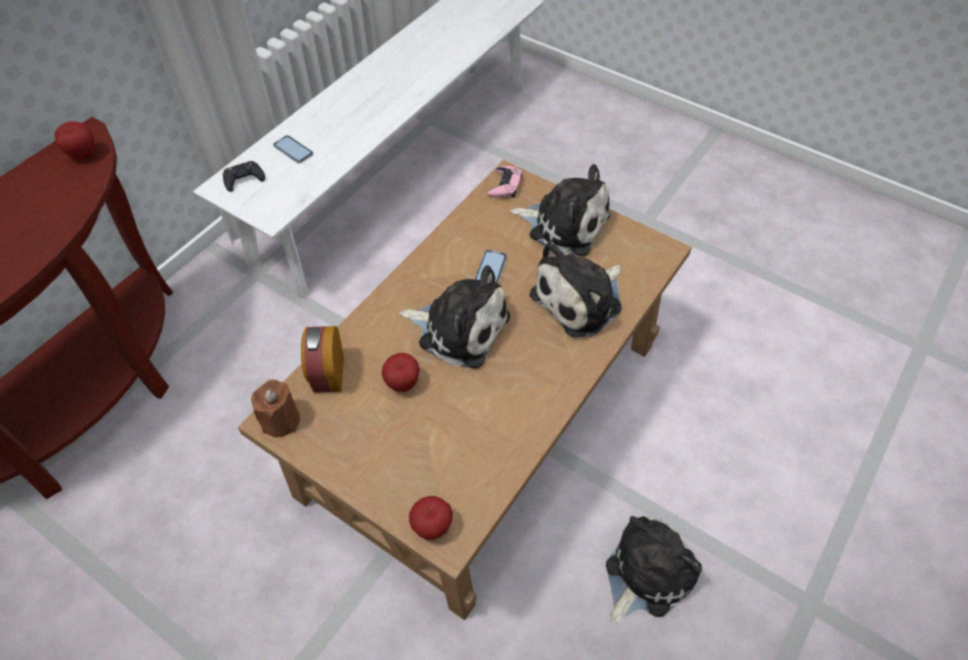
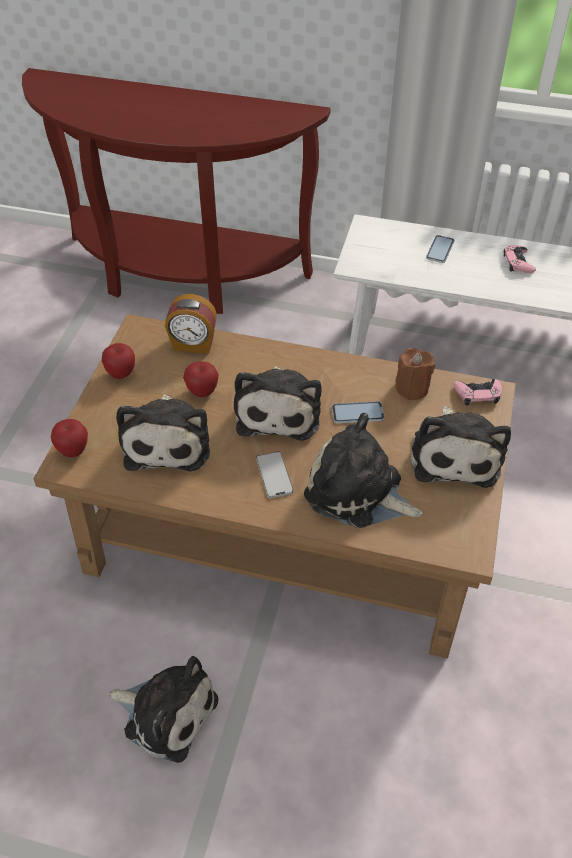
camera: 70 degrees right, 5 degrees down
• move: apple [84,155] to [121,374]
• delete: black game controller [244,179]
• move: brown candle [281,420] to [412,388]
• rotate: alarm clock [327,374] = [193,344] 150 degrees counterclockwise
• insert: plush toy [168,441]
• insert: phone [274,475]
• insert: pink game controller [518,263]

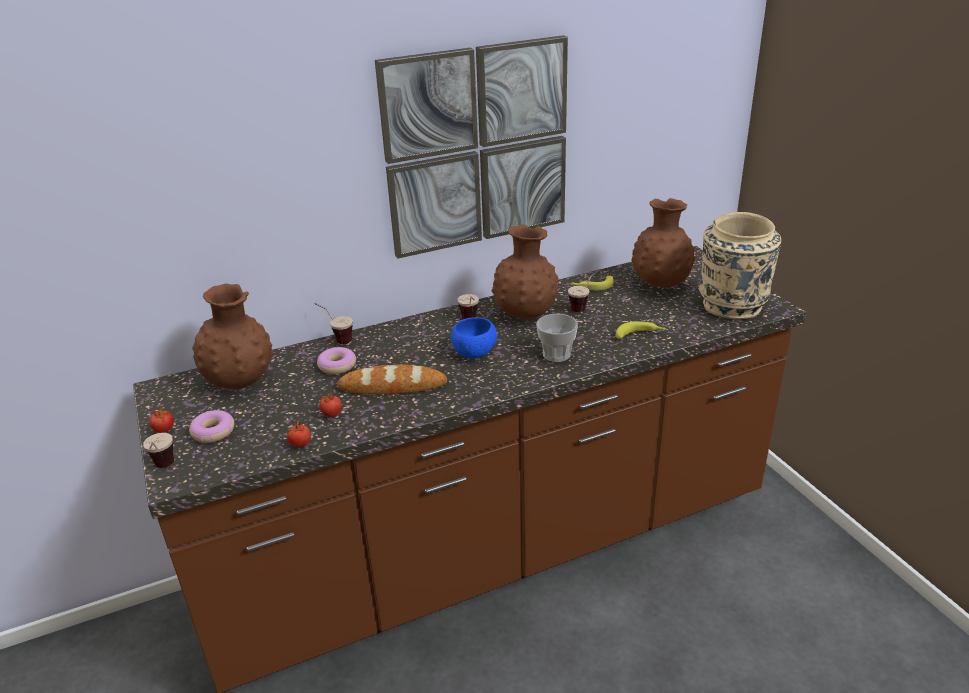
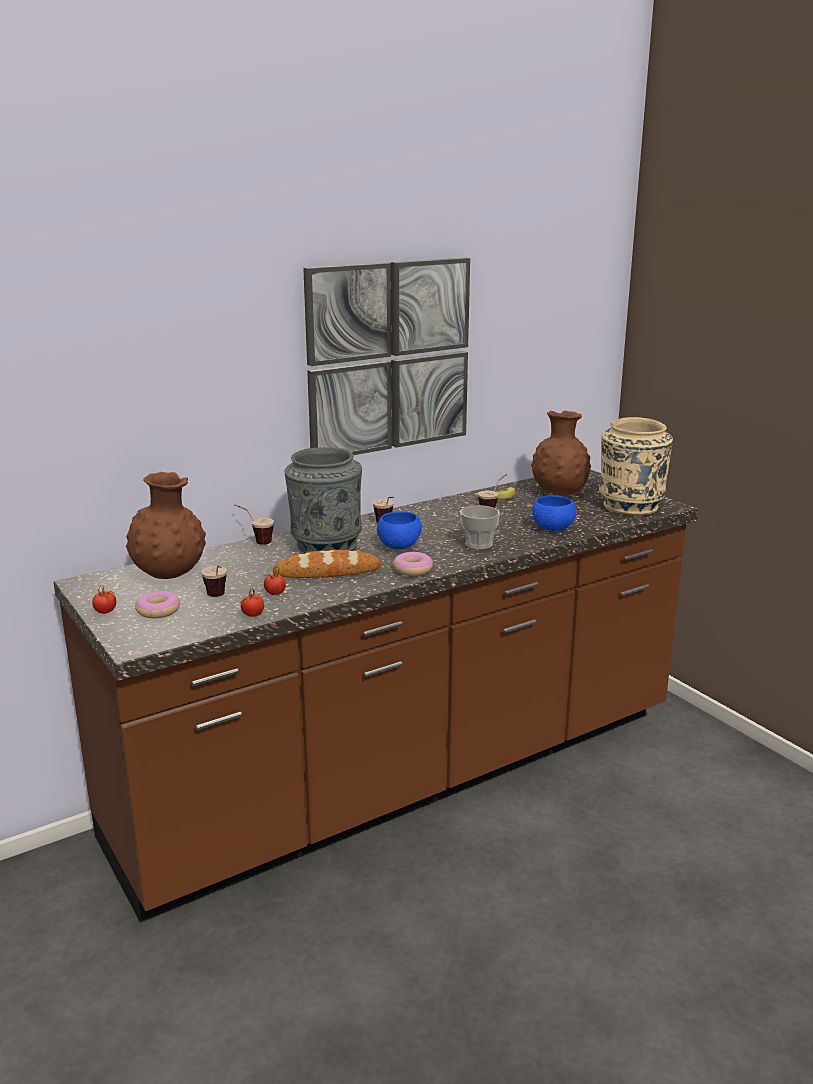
camera: 10 degrees left, 10 degrees down
• move: cup [163,469] to [218,598]
• move: donut [337,366] to [413,569]
• delete: brown vase [525,314]
• replace: banana [640,335] to blue bowl [553,528]
• insert: grey vase [325,546]

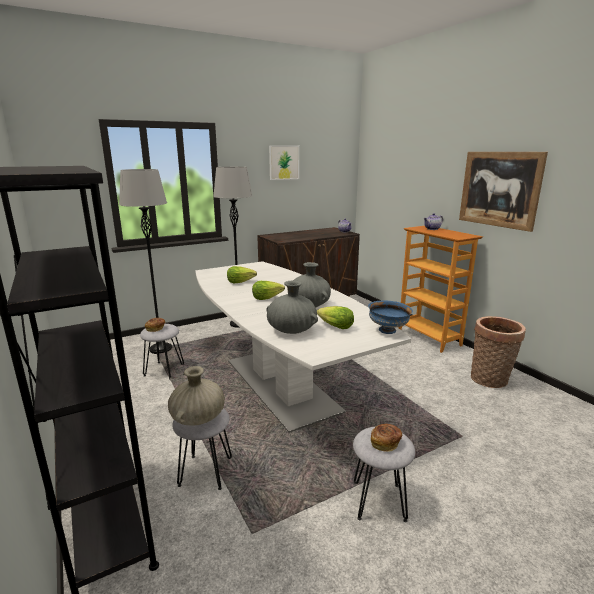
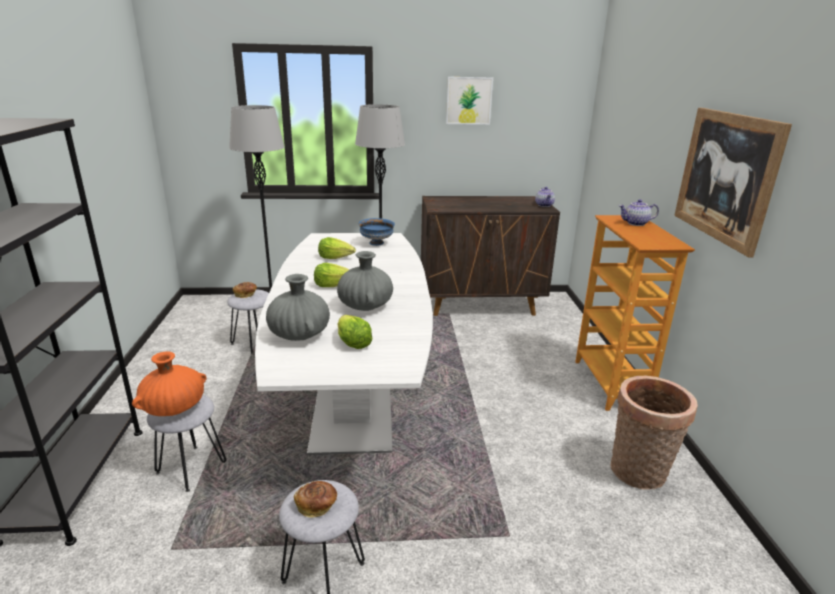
camera: 25 degrees right, 5 degrees up
• recolor: beige vase [198,418] to orange vase [174,408]
• move: blue bowl [388,330] to [377,243]

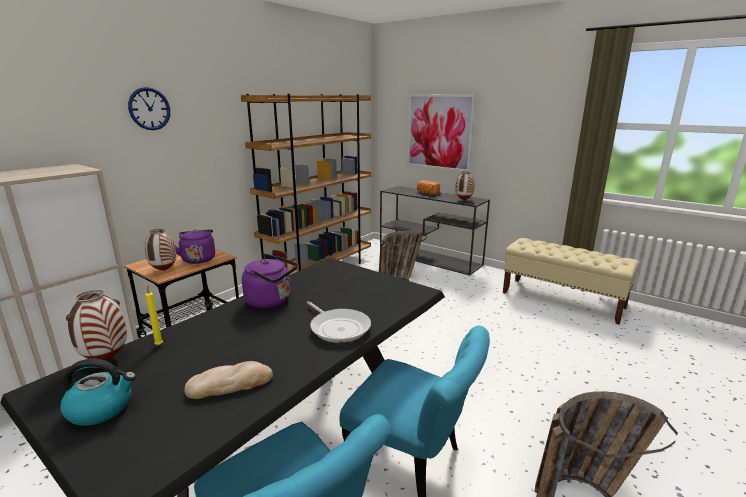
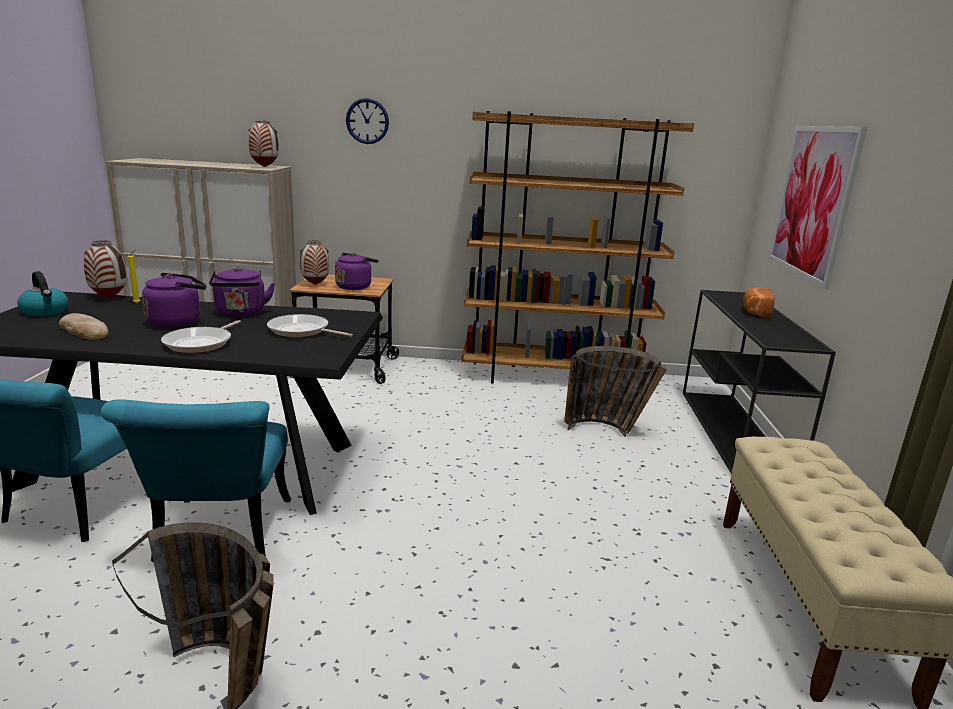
camera: 55 degrees right, 0 degrees up
• move: vase [464,200] to [264,167]
• insert: purple kettle [177,322]
• insert: frying pan [301,331]

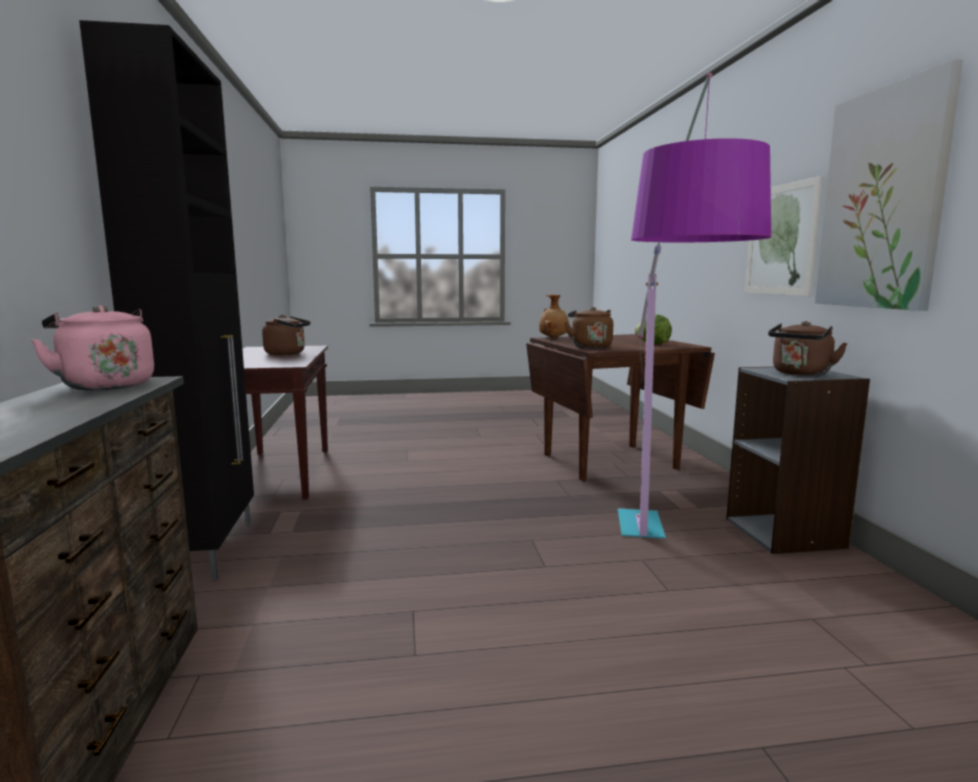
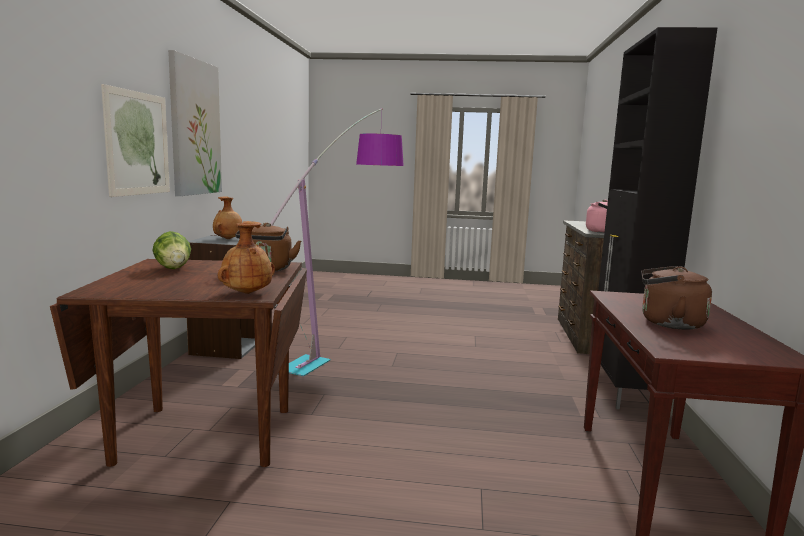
camera: 165 degrees left, 0 degrees up
• replace: brown kettle [800,373] to brown vase [228,239]

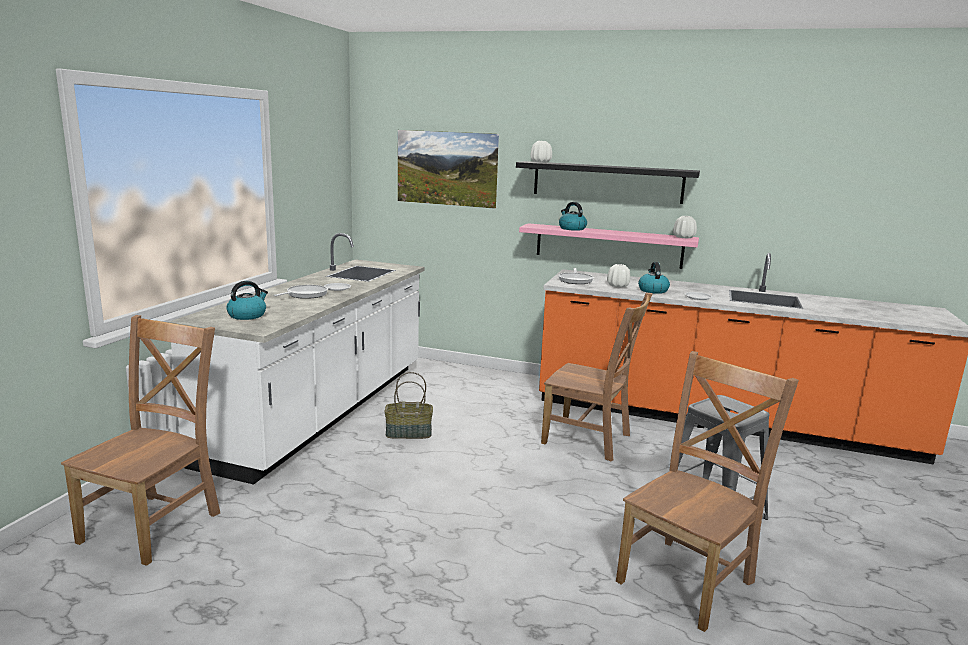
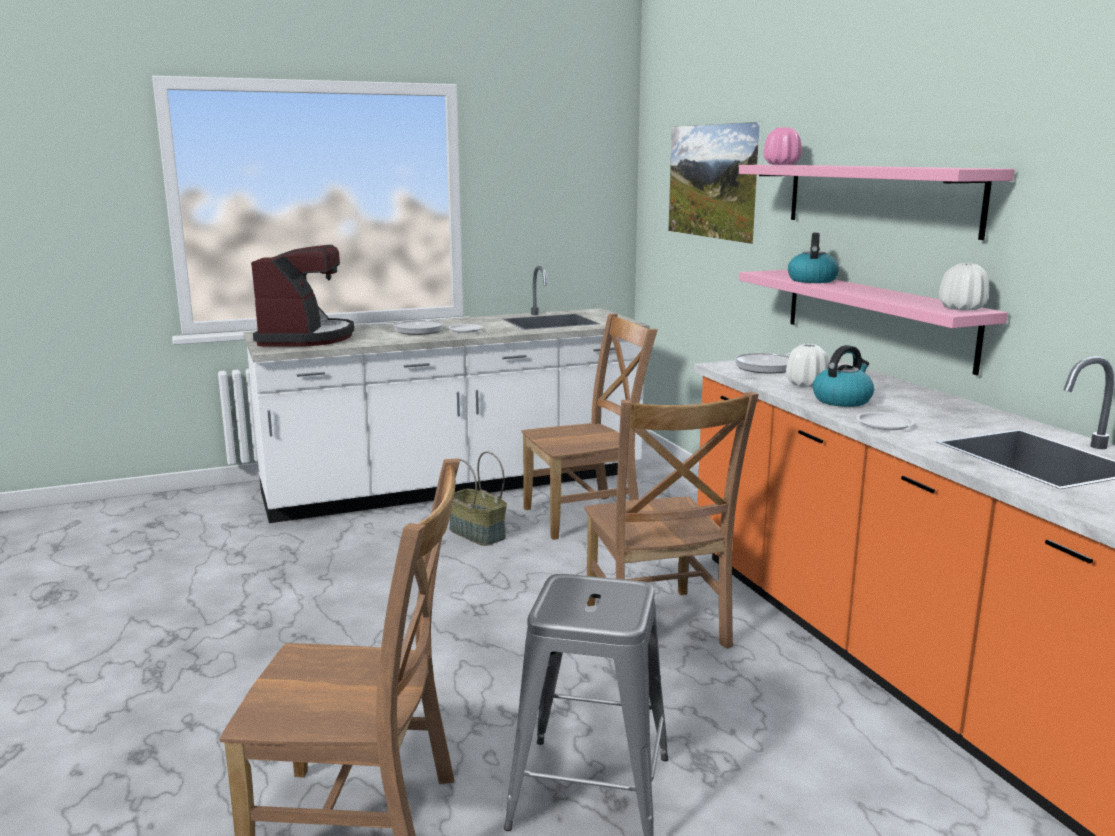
camera: 50 degrees right, 0 degrees up
• move: brown chair [155,524] to [586,516]
• replace: kettle [247,315] to coffee machine [306,338]
• recolor: black shelf [607,182] to pink shelf [878,197]
• recolor: white vase [540,162] to pink vase [781,164]

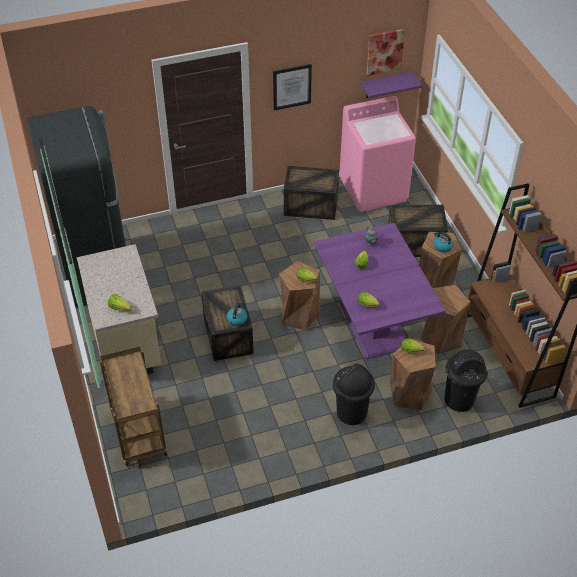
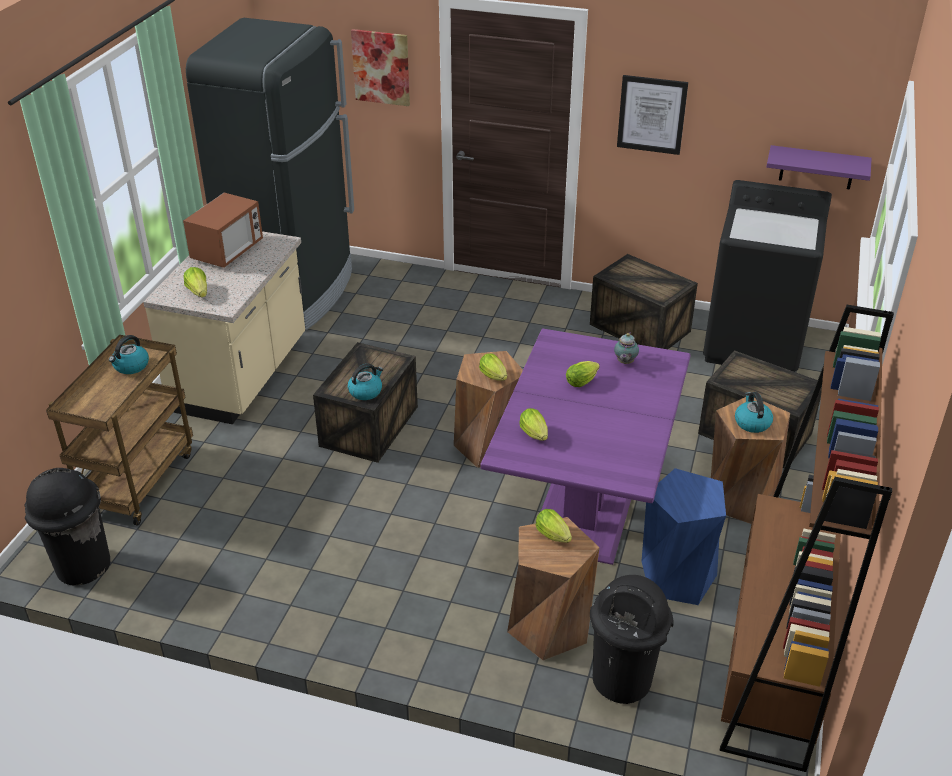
camera: 35 degrees right, 10 degrees down
• move: black trash can [351,413] to [82,566]
• recolor: pink washing machine [374,189] to black washing machine [754,344]
• move: picture [384,51] to [381,67]
• recolor: brown stool [441,338] to blue stool [677,576]
• insert: kettle [131,366]
• insert: microwave [227,252]

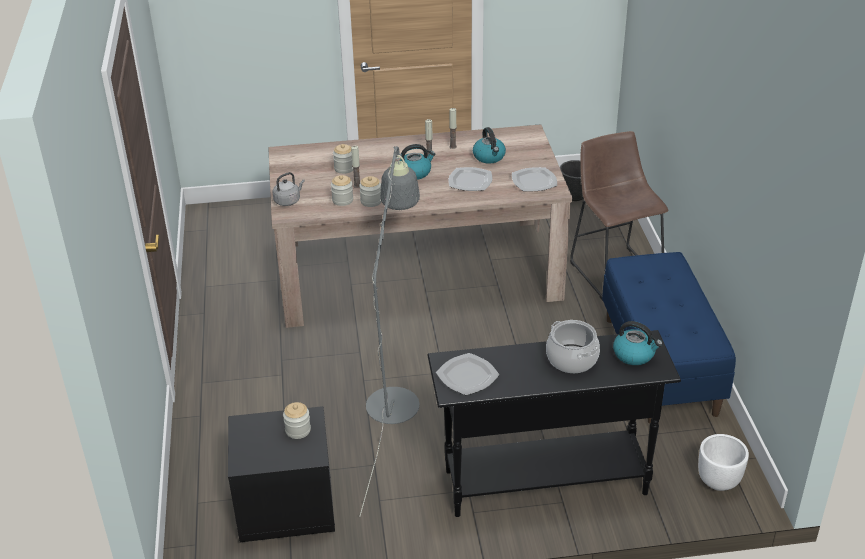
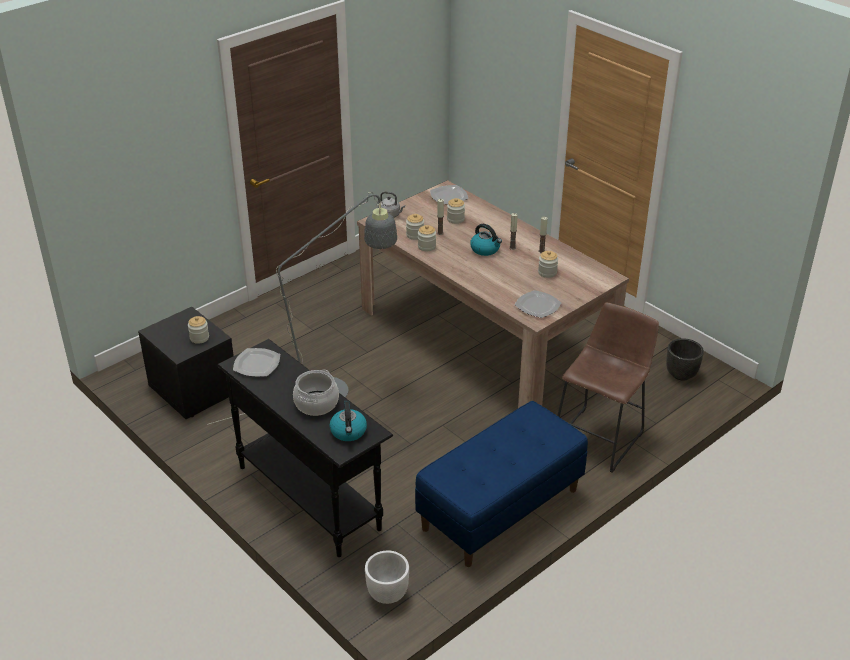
camera: 55 degrees right, 0 degrees up
• move: plate [470,181] to [449,196]
• replace: kettle [489,157] to jar [547,272]

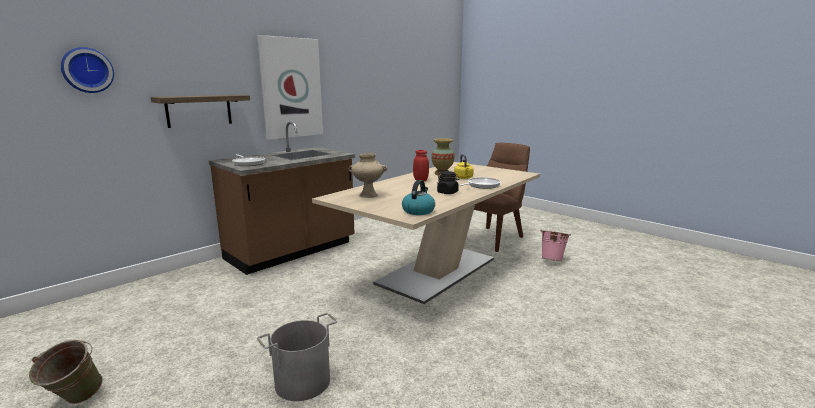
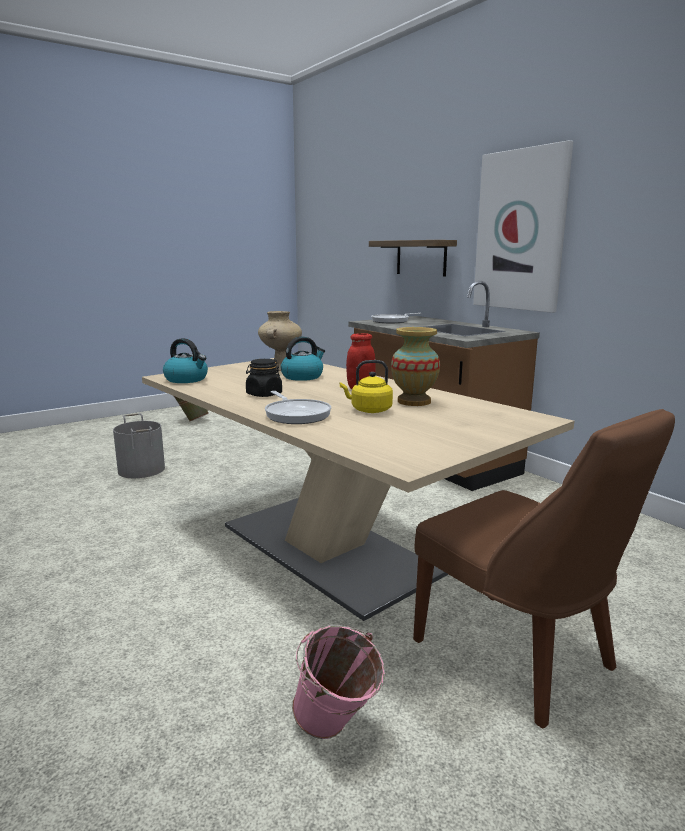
camera: 100 degrees right, 0 degrees up
• delete: wall clock [87,70]
• insert: kettle [302,376]

